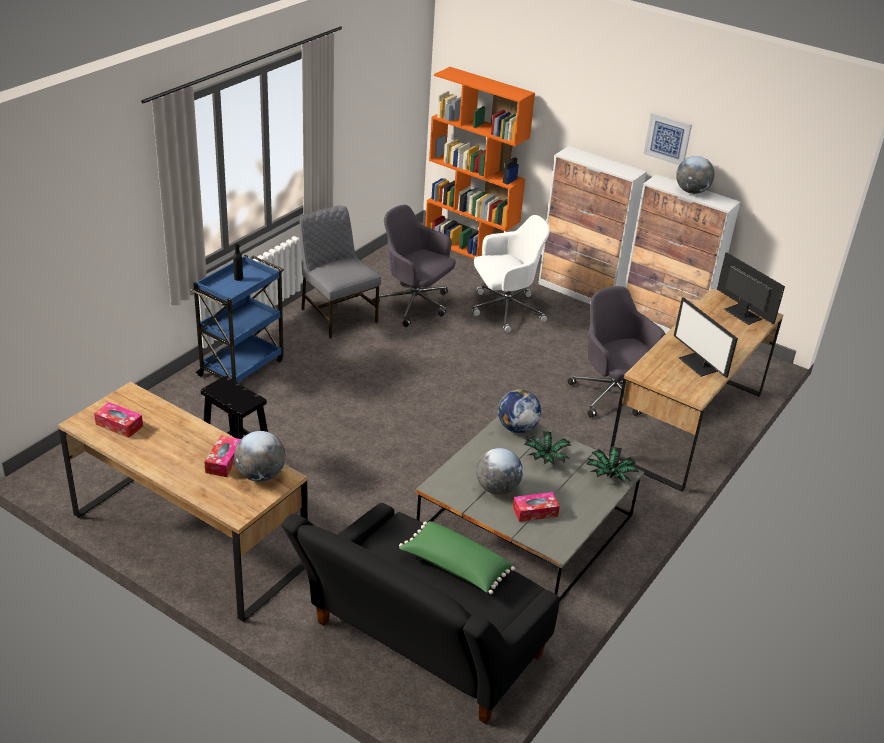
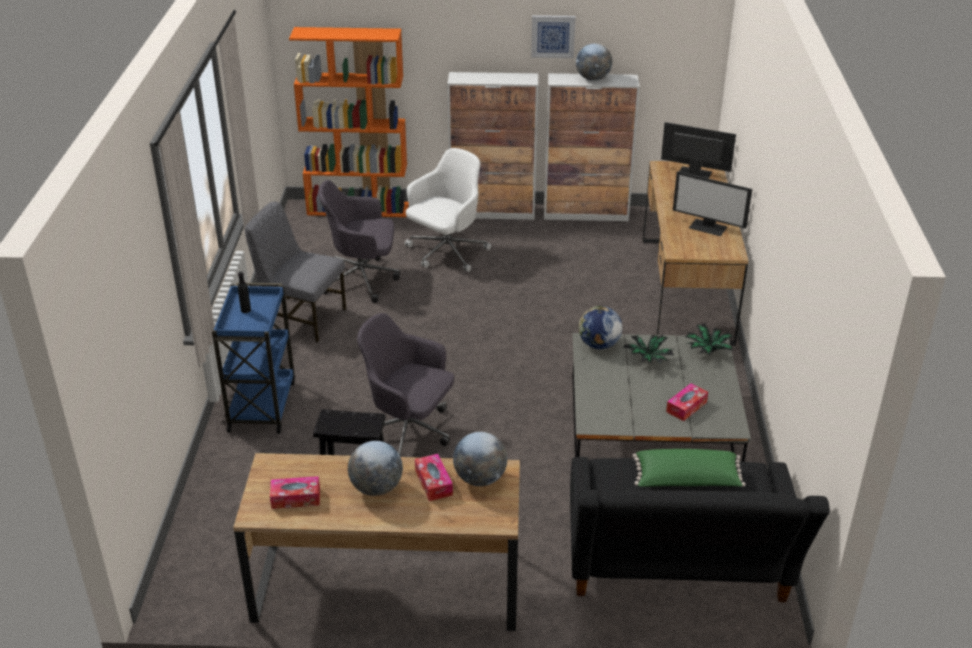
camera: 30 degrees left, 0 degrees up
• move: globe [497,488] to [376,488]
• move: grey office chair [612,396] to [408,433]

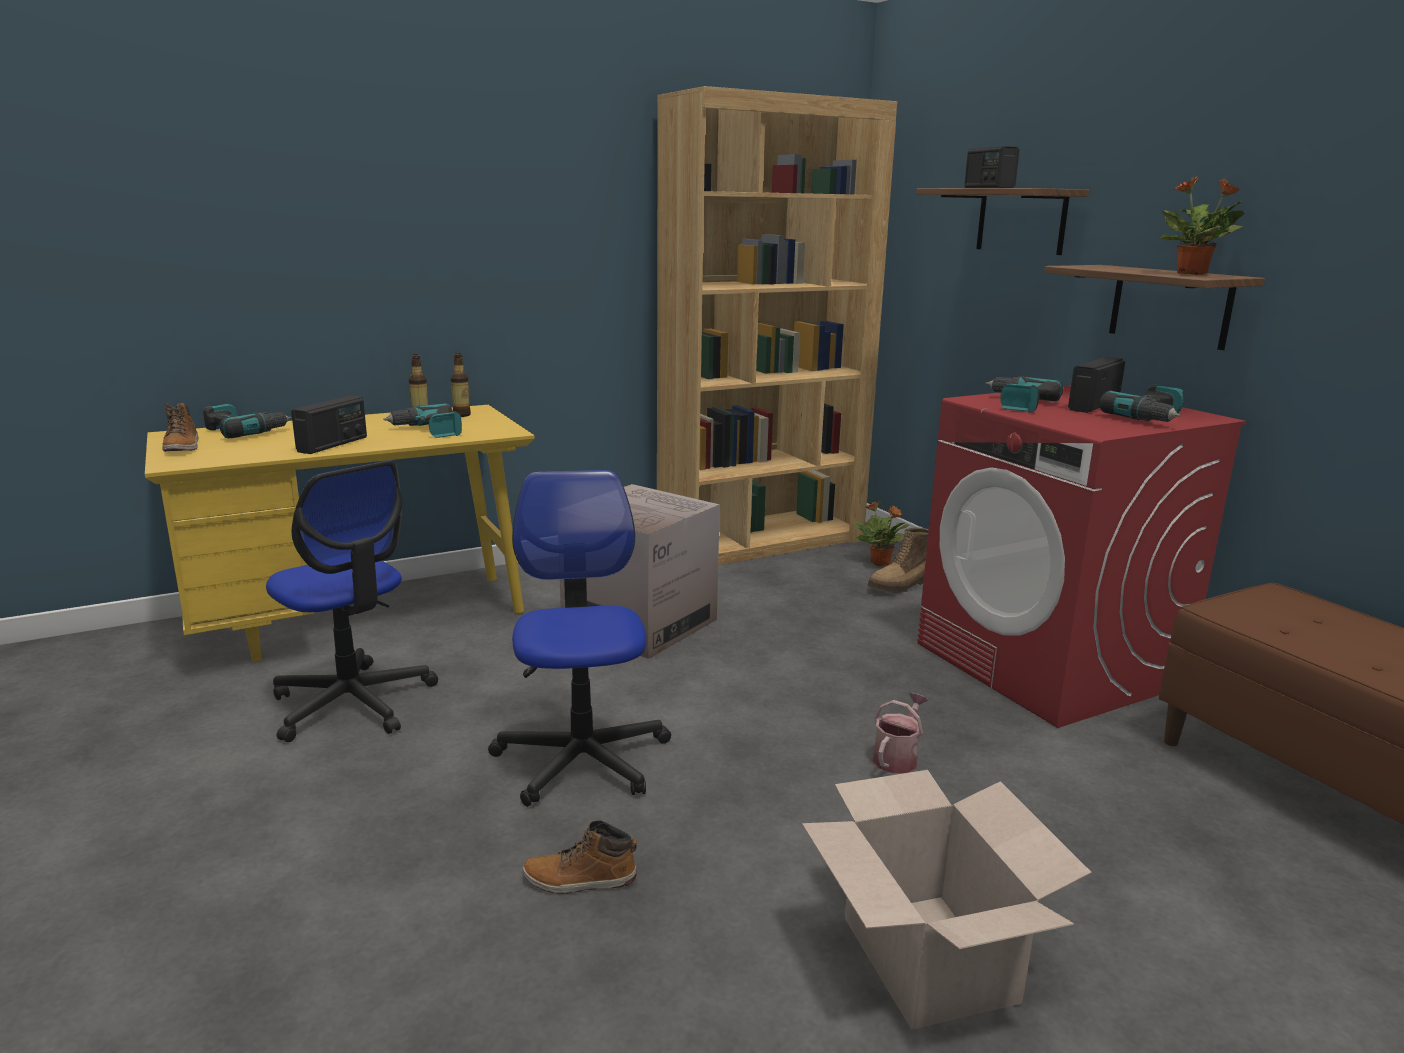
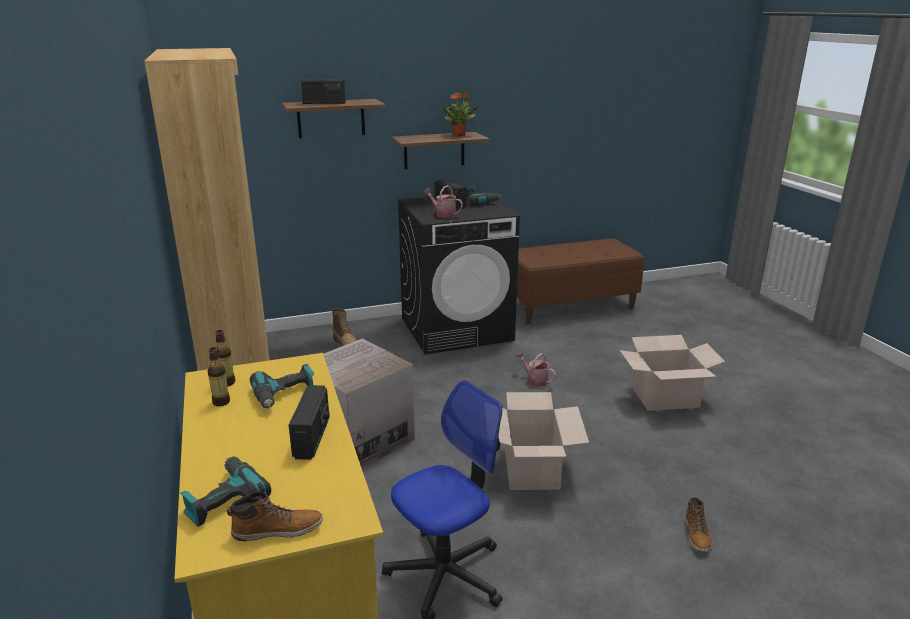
camera: 80 degrees left, 5 degrees up
• rotate: radio [333,444] = [312,437] 60 degrees clockwise
• replace: office chair [582,759] to cardboard box [530,469]
• move: boot [580,880] to [697,535]
• delete: potted plant [880,563]
• recolor: red washing machine [1048,664] to black washing machine [457,329]
• replace: power drill [1017,404] to watering can [443,214]

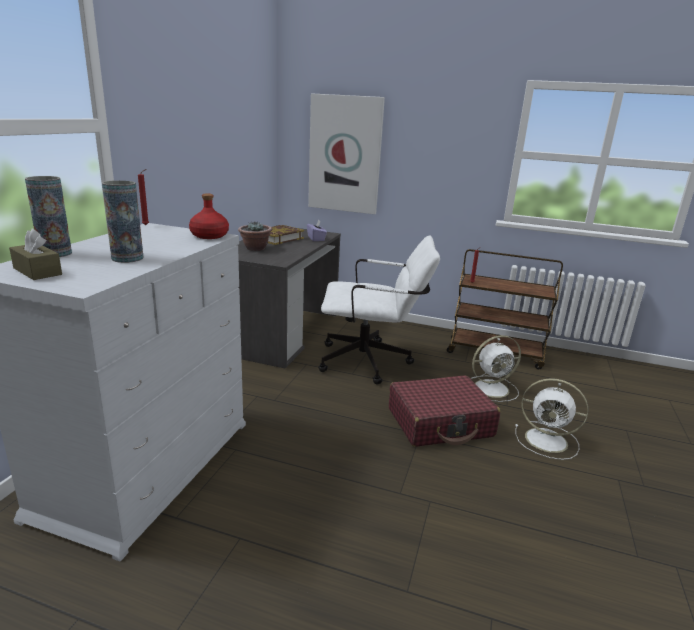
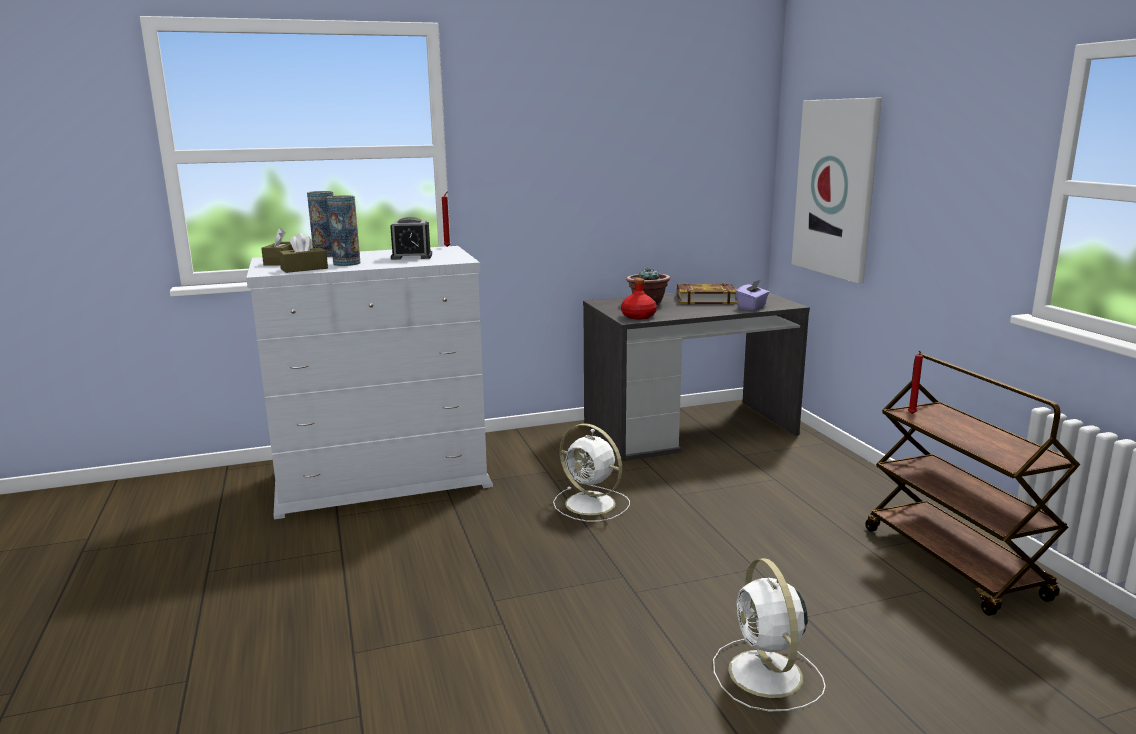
camera: 55 degrees right, 5 degrees down
• move: red bottle [209,236] to [638,316]
• delete: white office chair [372,362]
• delete: red suitcase [440,423]
• move: white fan [492,388] to [592,504]
• insert: brown tissue box [304,269]
• insert: alarm clock [411,256]

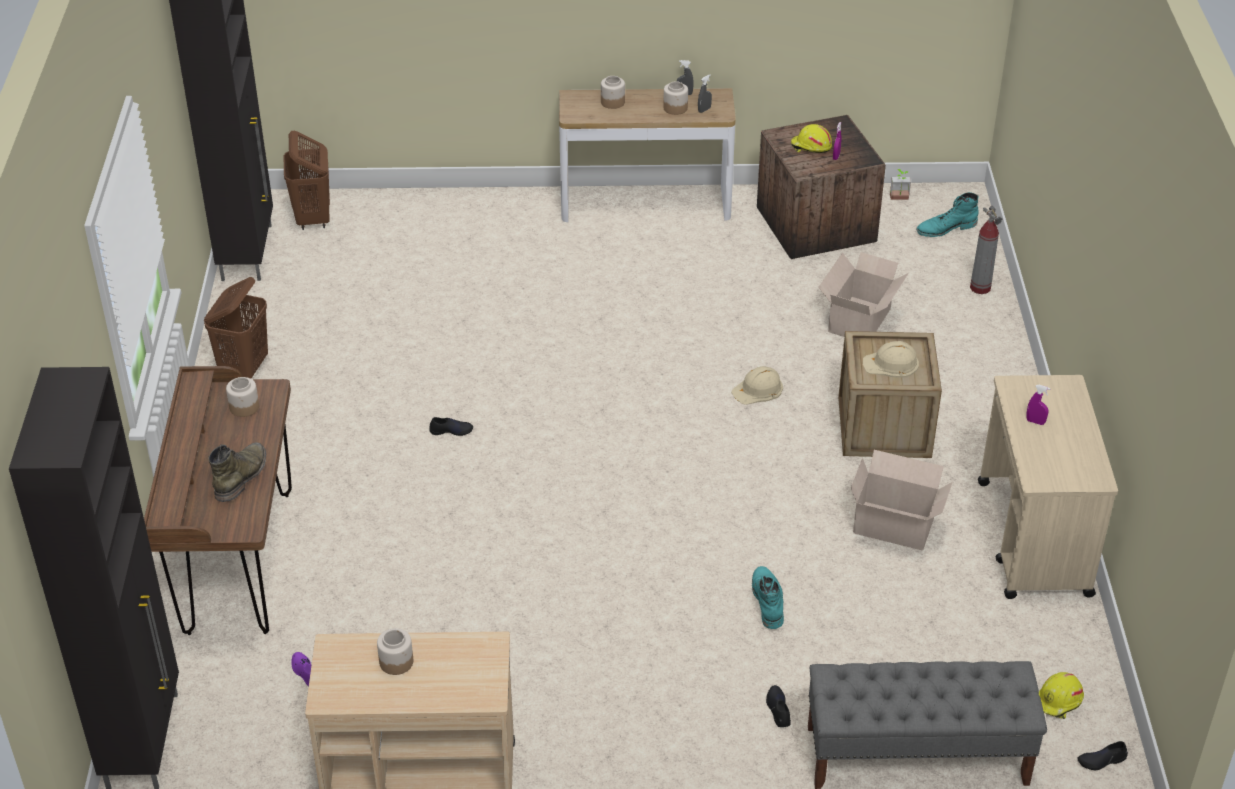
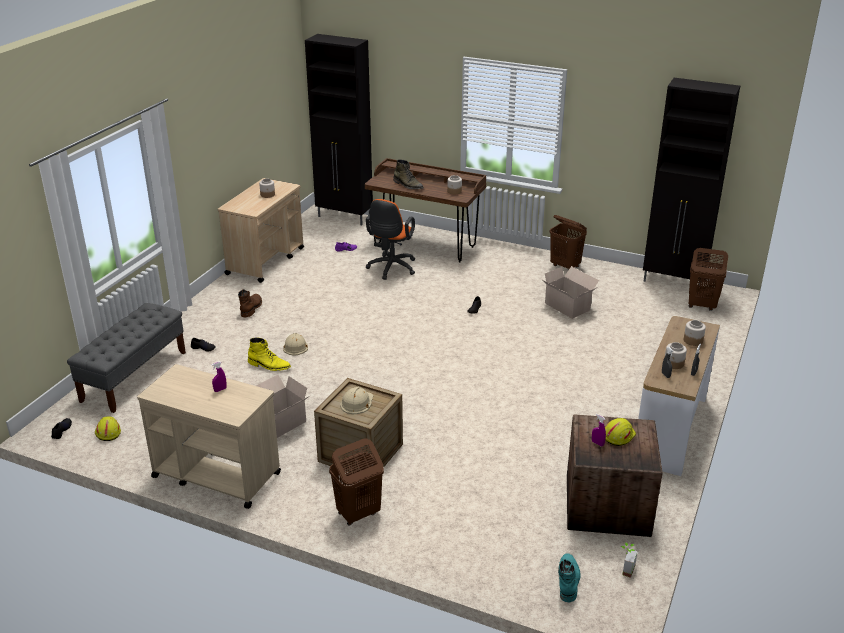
camera: 115 degrees right, 10 degrees down
• move: beige hard hat [758,389] to [295,346]
• recolor: turquoise boot [767,601] to yellow boot [269,365]
• move: cardboard box [860,319] to [568,307]
• delete: fire extinguisher [980,287]
• insert: brown boot [251,308]
• insert: brown laundry basket [358,514]
• insert: orange office chair [391,269]

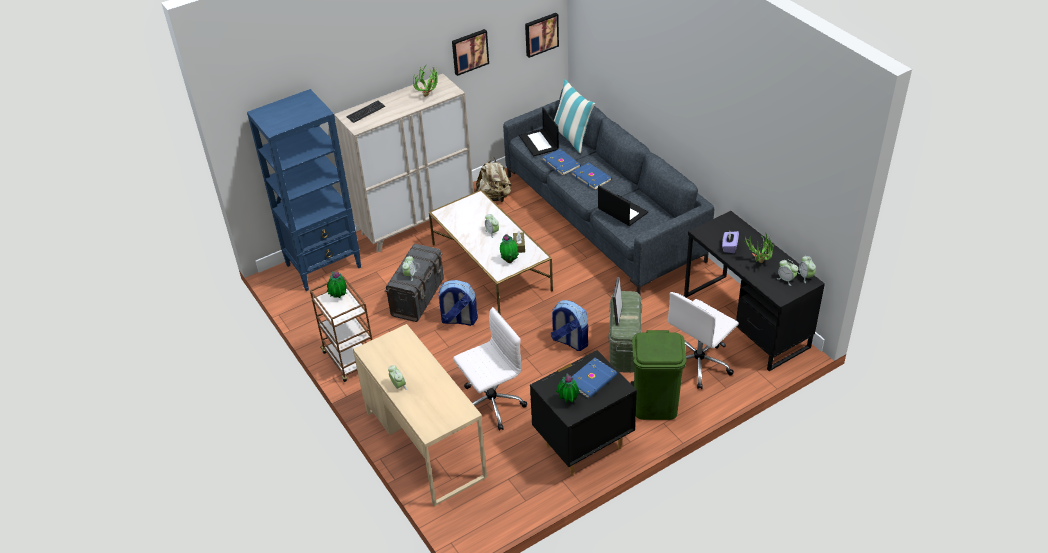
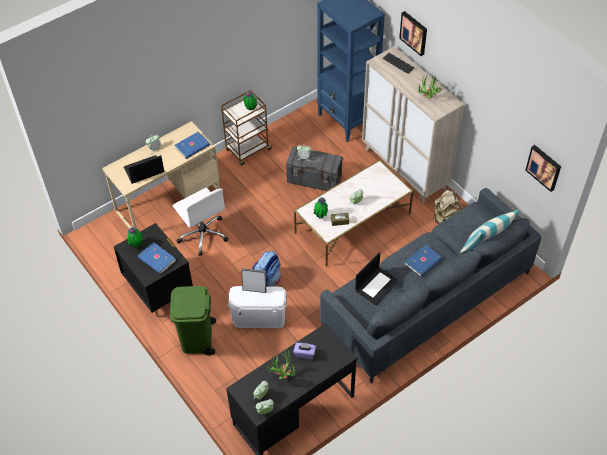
camera: 85 degrees right, 10 degrees up
• delete: backpack [458,320]
• move: picture [469,51] to [414,33]
• move: laptop [539,143] to [144,170]
• move: blue book [561,163] to [193,147]
• recolor: green storage box [624,349] to white storage box [259,318]
• delete: white office chair [699,363]

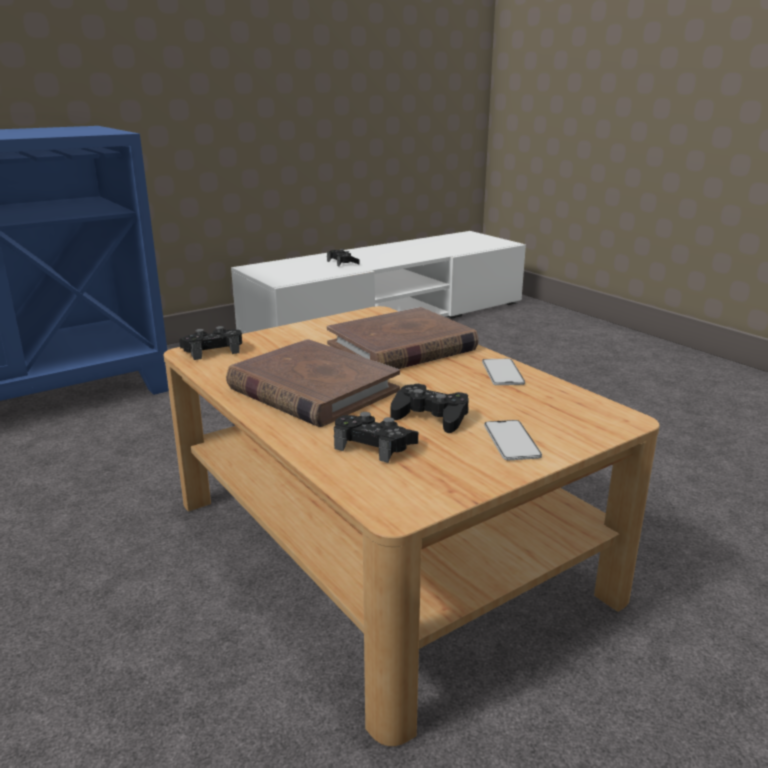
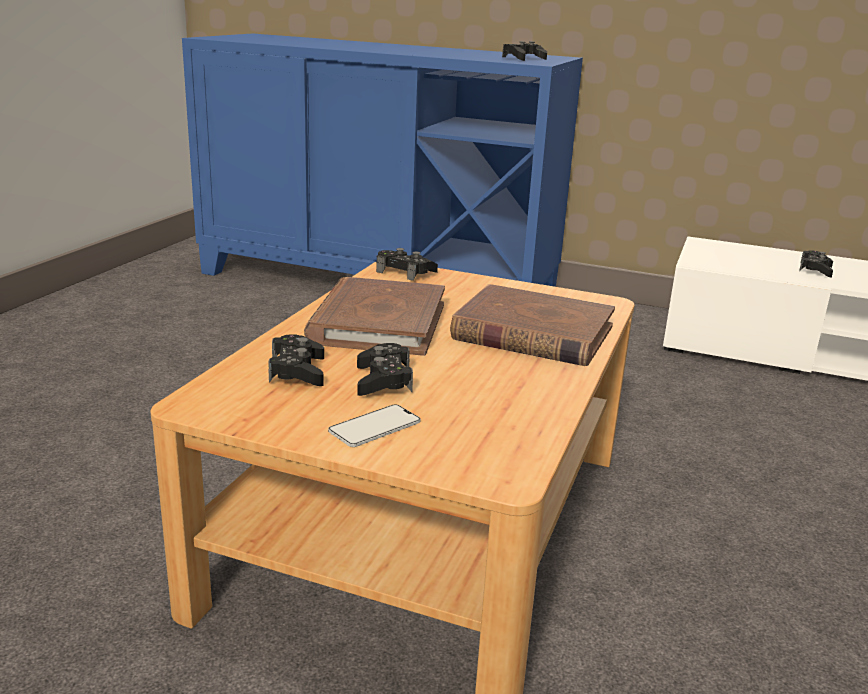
camera: 55 degrees right, 0 degrees up
• delete: phone [502,372]
• insert: black game controller [523,58]

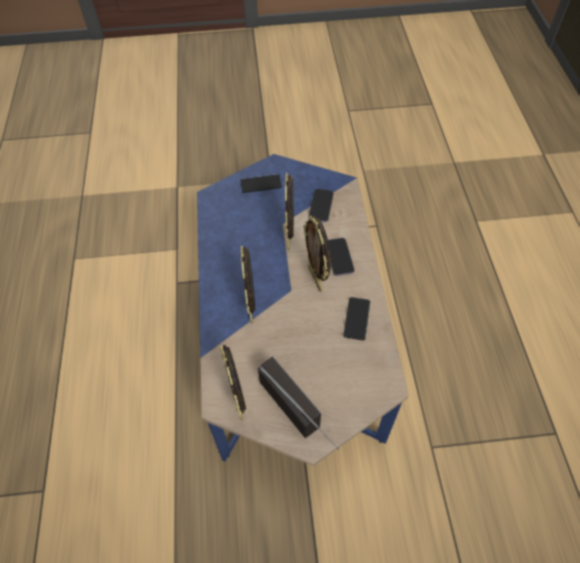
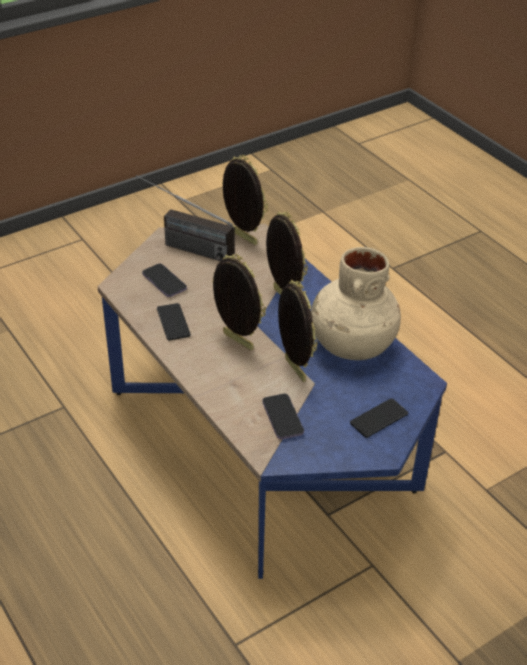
camera: 150 degrees right, 15 degrees down
• move: phone [339,257] to [164,282]
• insert: beige vase [351,345]

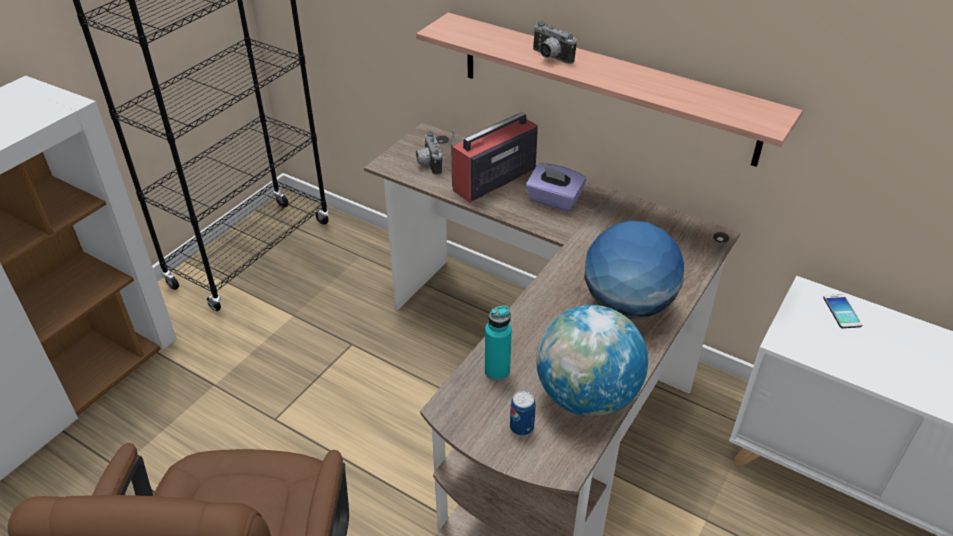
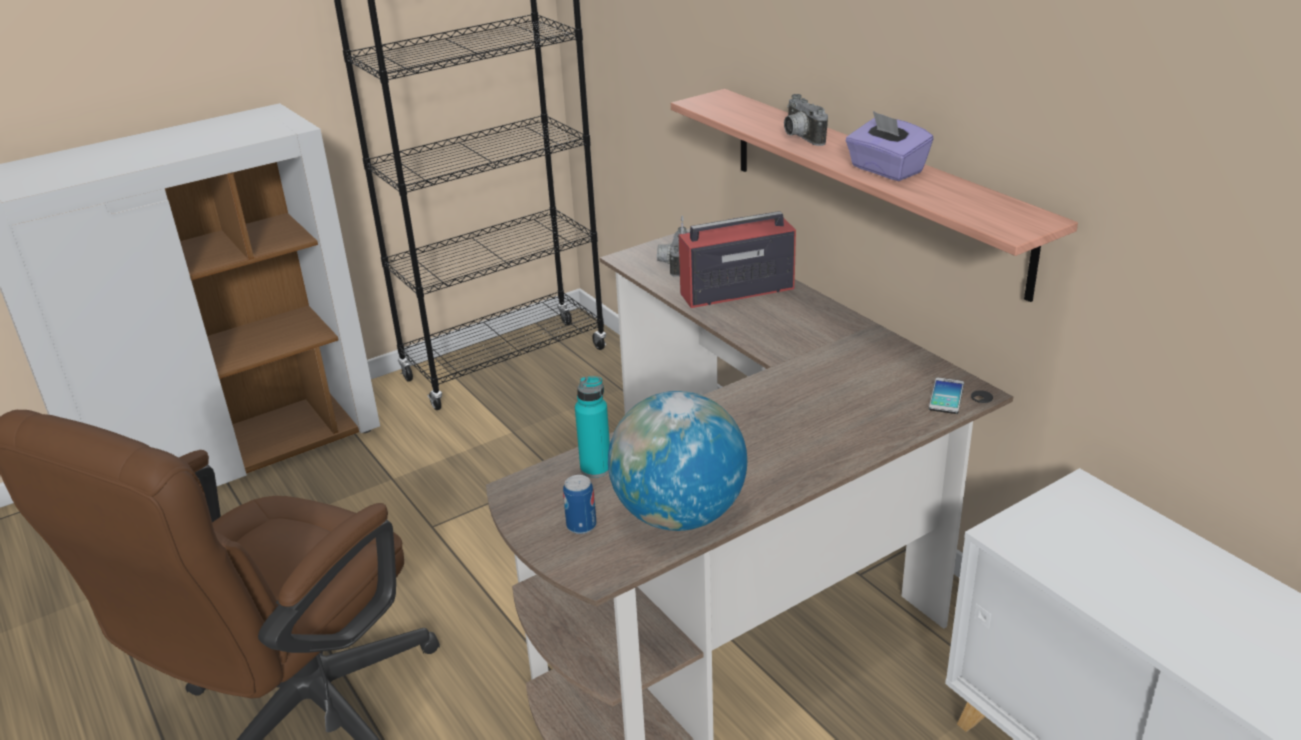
camera: 25 degrees right, 10 degrees down
• move: purple tissue box [554,200] to [886,170]
• delete: globe [627,305]
• move: phone [842,311] to [946,396]

